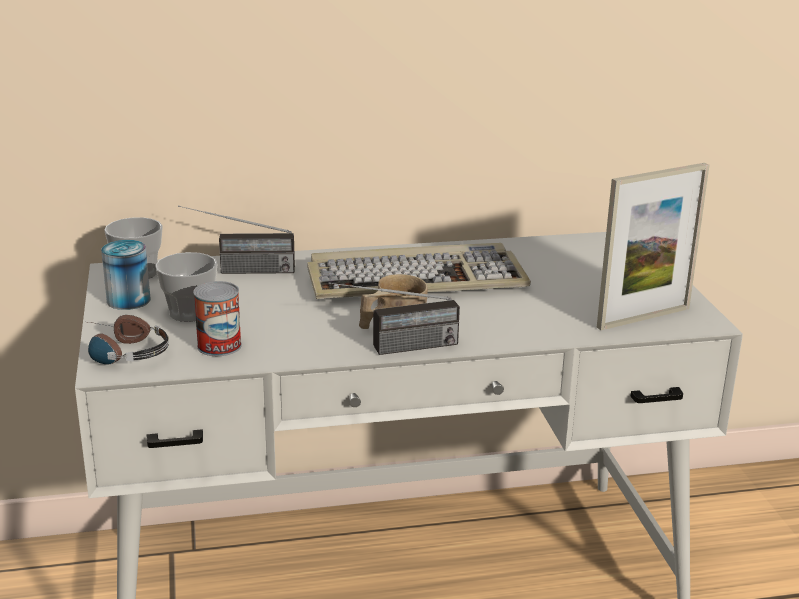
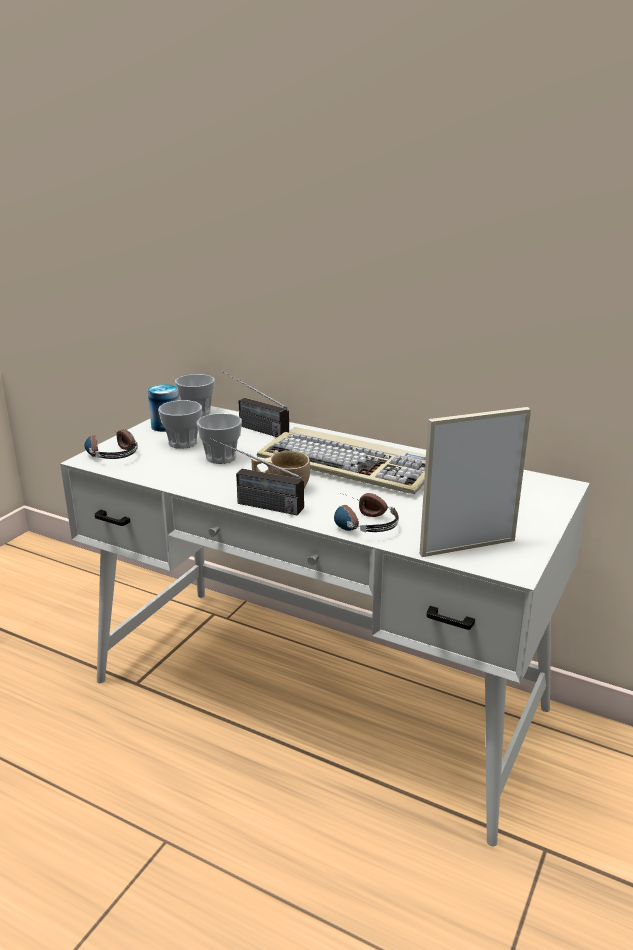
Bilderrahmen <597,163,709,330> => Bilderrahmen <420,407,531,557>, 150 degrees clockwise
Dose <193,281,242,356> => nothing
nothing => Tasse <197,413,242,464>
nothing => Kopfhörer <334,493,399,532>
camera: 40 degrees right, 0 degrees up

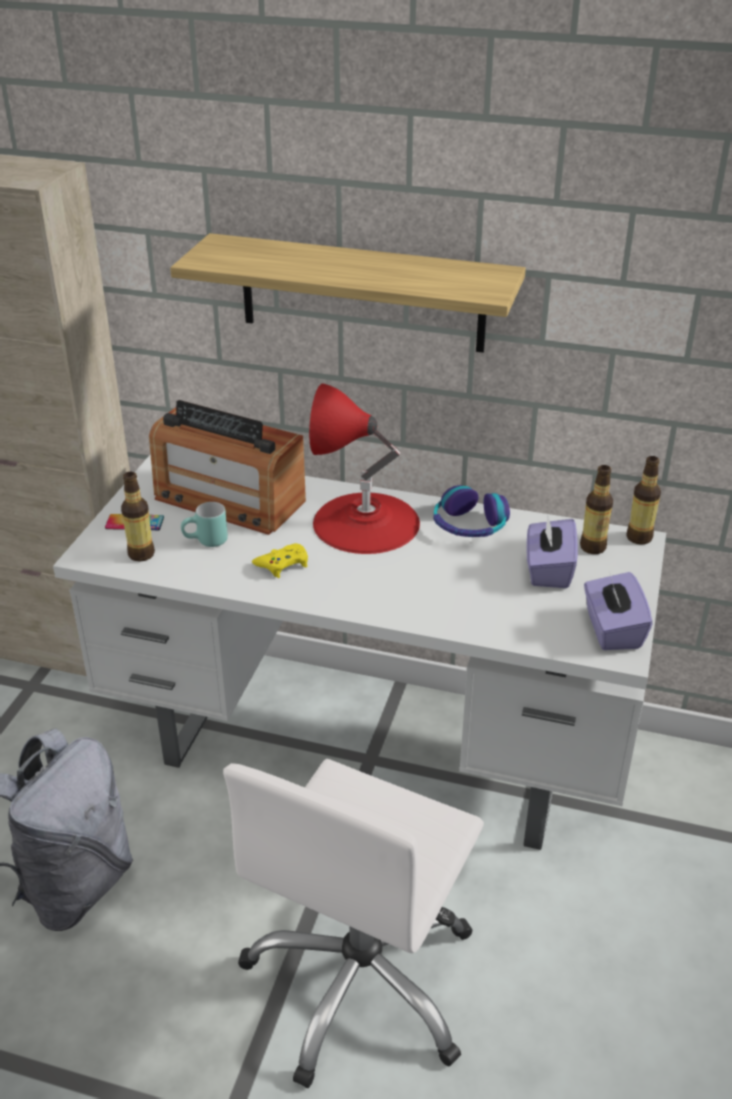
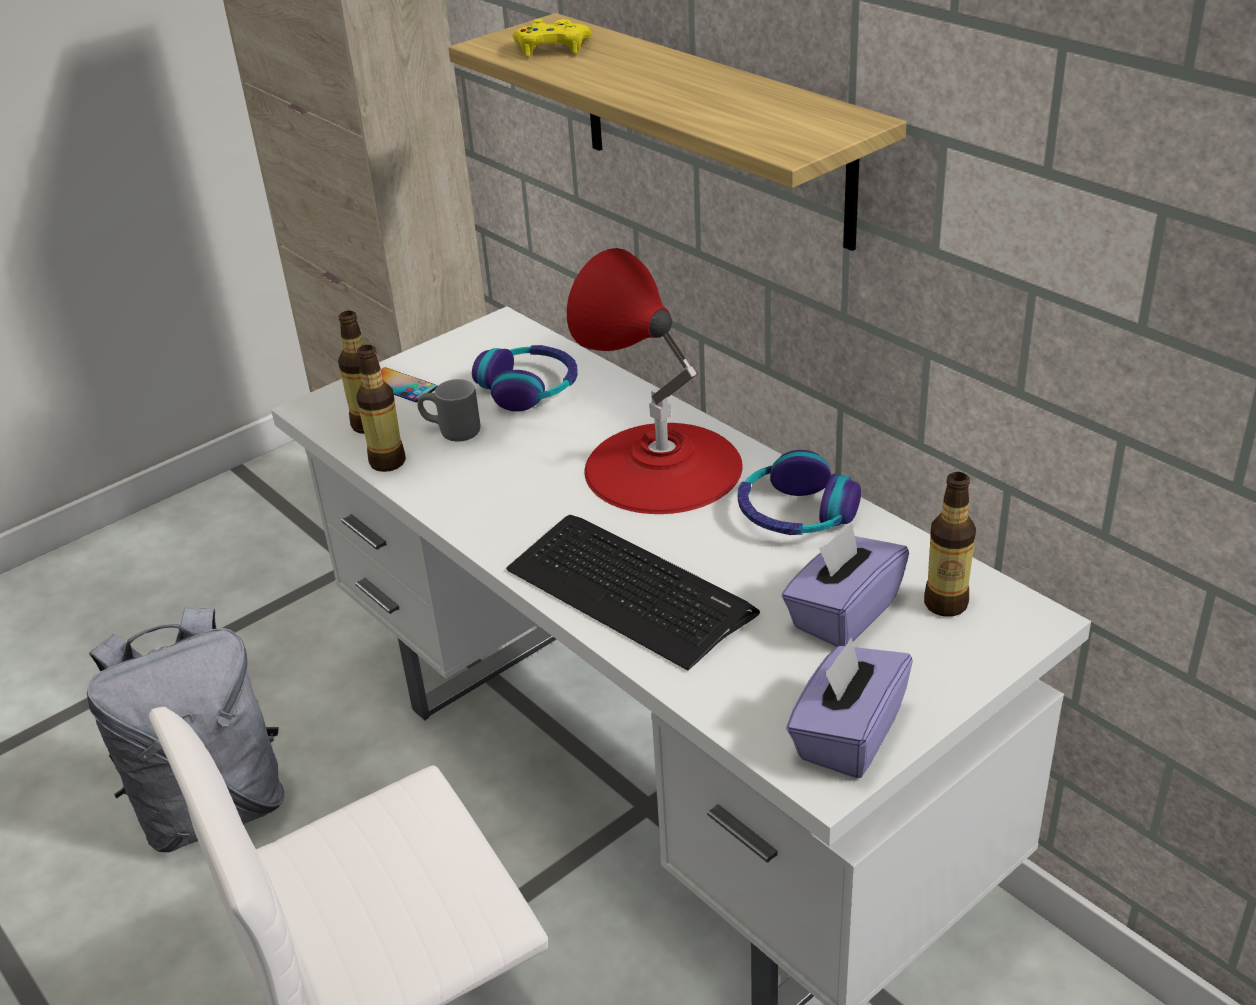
Radio <149,400,306,535> => Kopfhörer <472,345,578,412>
Flasche <626,456,661,545> => Flasche <356,345,406,472>, shifted
Henkelbecher/türkis <181,502,228,547> => Henkelbecher/grau <417,379,481,442>
Gamepad/gelb <252,543,308,578> => Gamepad/gelb <513,19,592,57>, shifted
nothing => Tastatur <506,515,760,670>
camera: 35 degrees right, 0 degrees up

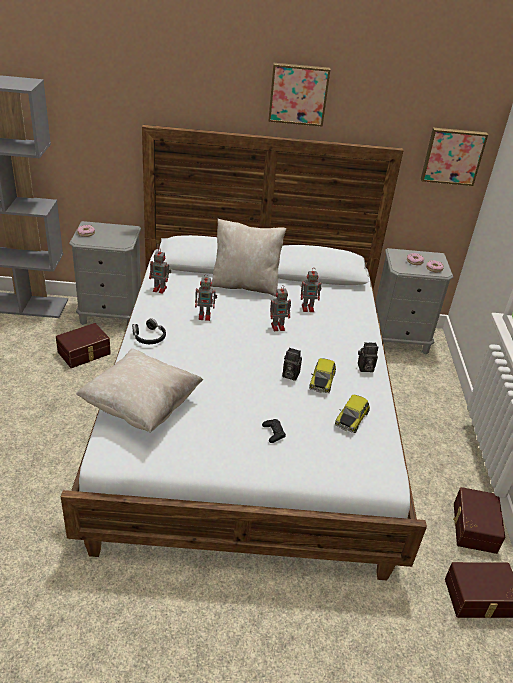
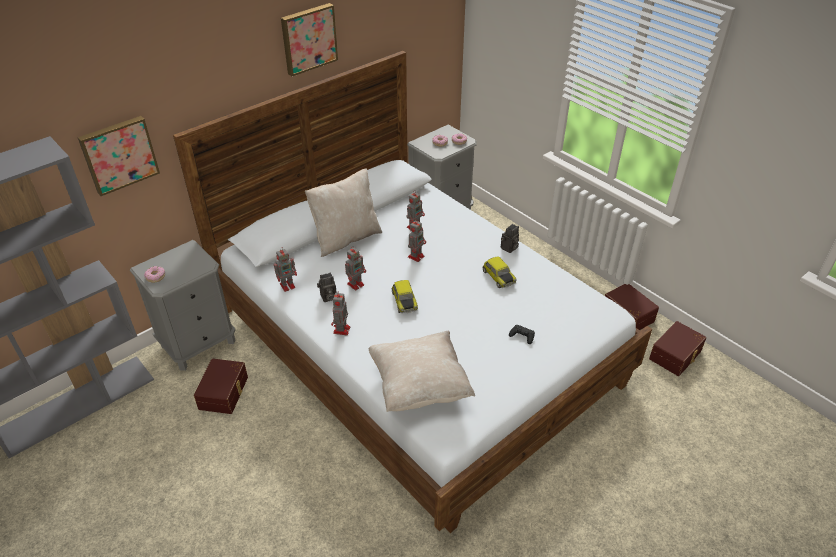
Bild <421,128,488,186> => Bild <78,116,160,196>, shifted
Kopfhörer/schwarz <132,318,166,344> => Spielzeugroboter <331,291,350,335>
Kamera <282,348,302,381> => Kamera <317,272,337,302>, shifted
Spielzeugauto <335,395,370,433> => Spielzeugauto <391,280,418,313>, shifted
camera: 40 degrees left, 5 degrees up

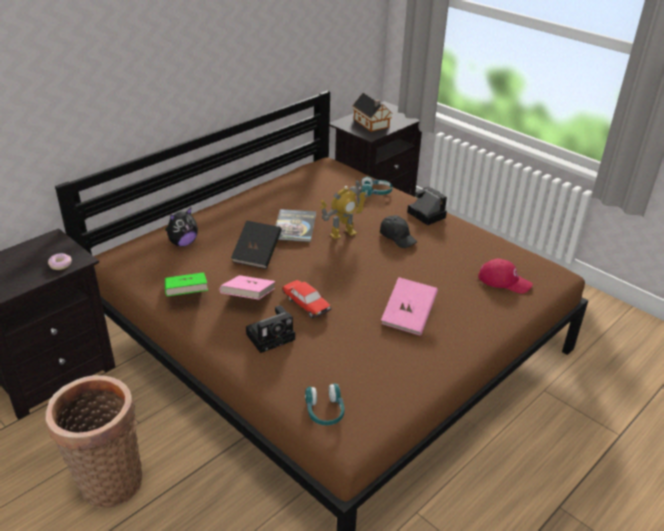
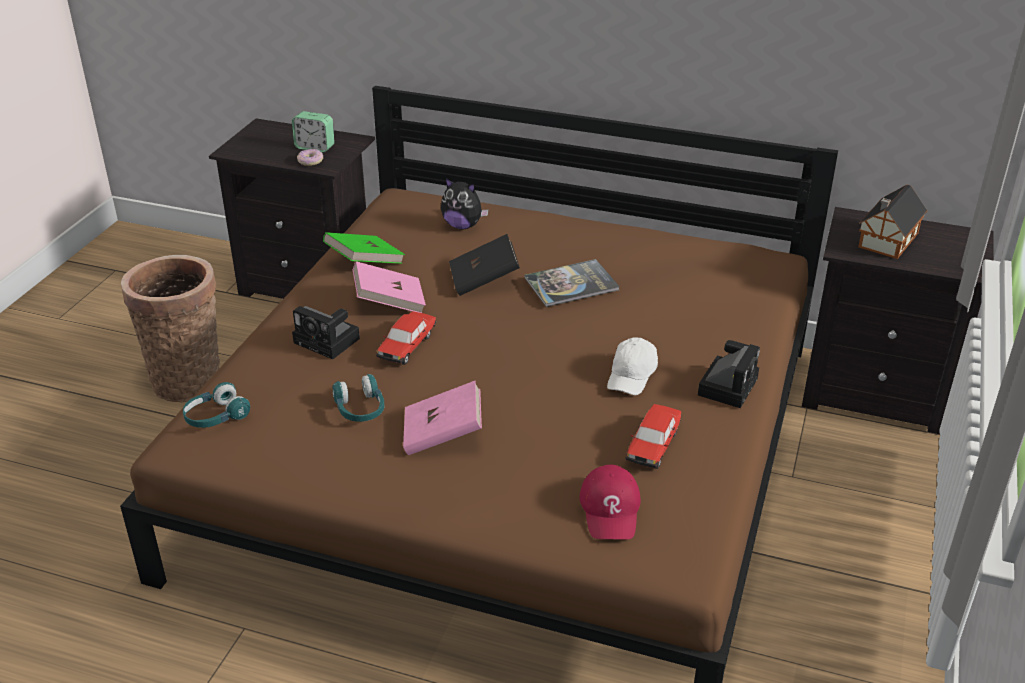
Kopfhörer/türkis <360,177,393,196> => Kopfhörer/türkis <333,374,384,422>, shifted
Spielzeugroboter <320,179,368,239> => nothing
Kappe/schwarz <380,215,417,248> => Kappe/weiß <607,337,658,395>
nothing => Wecker <292,111,335,152>
nothing => Spielzeugauto <626,404,681,469>
camera: 65 degrees right, 0 degrees up

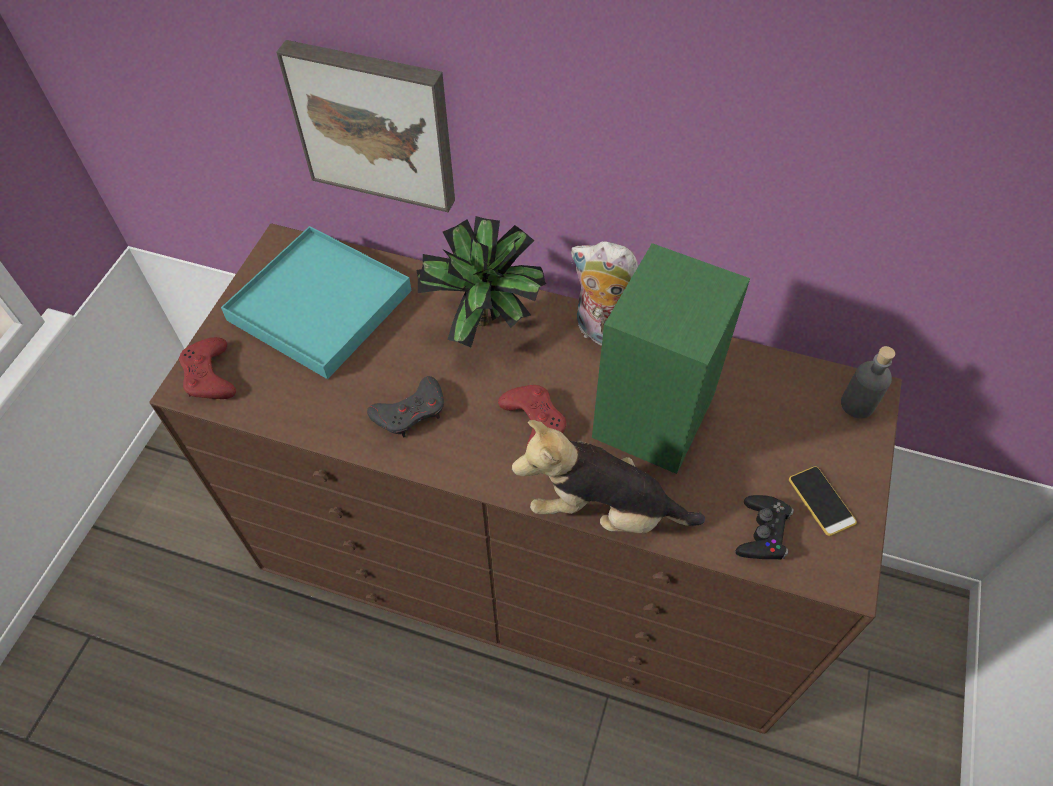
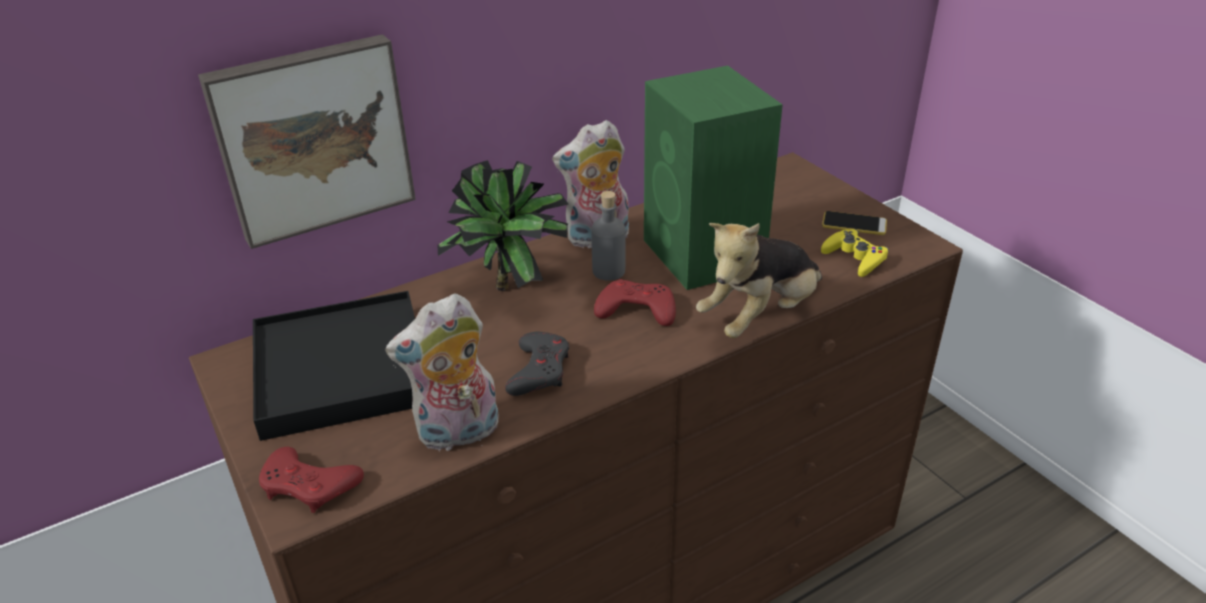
Tablett/türkis <221,226,412,379> => Tablett/schwarz <253,291,415,441>
Flasche/grau <841,346,895,418> => Flasche/grau <591,191,626,281>, shifted
Gamepad/schwarz <735,495,794,560> => Gamepad/gelb <821,229,889,277>
nothing => Plüschtier <385,293,499,451>
camera: 50 degrees left, 20 degrees down

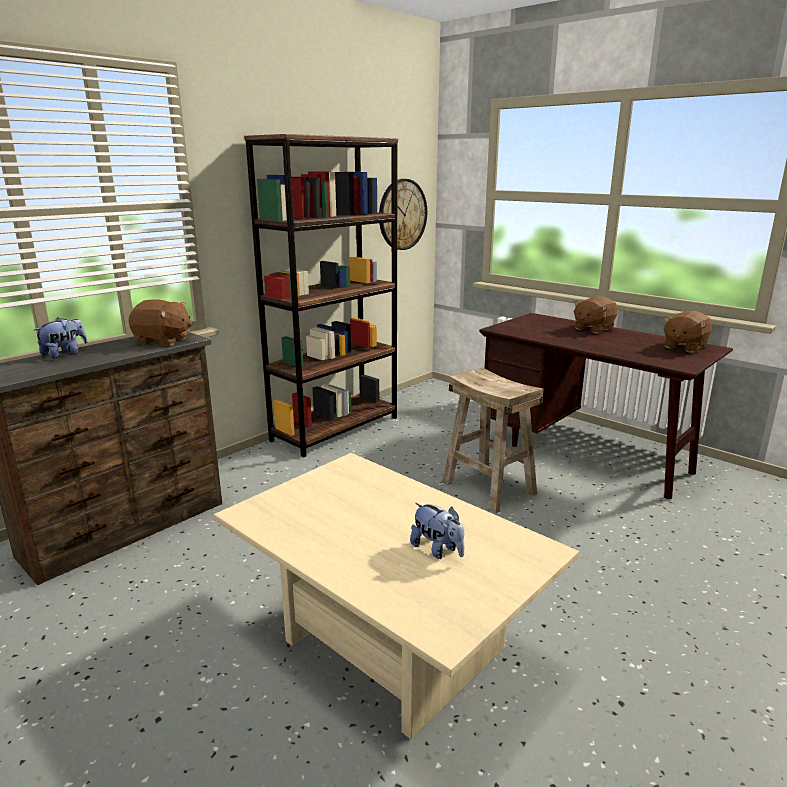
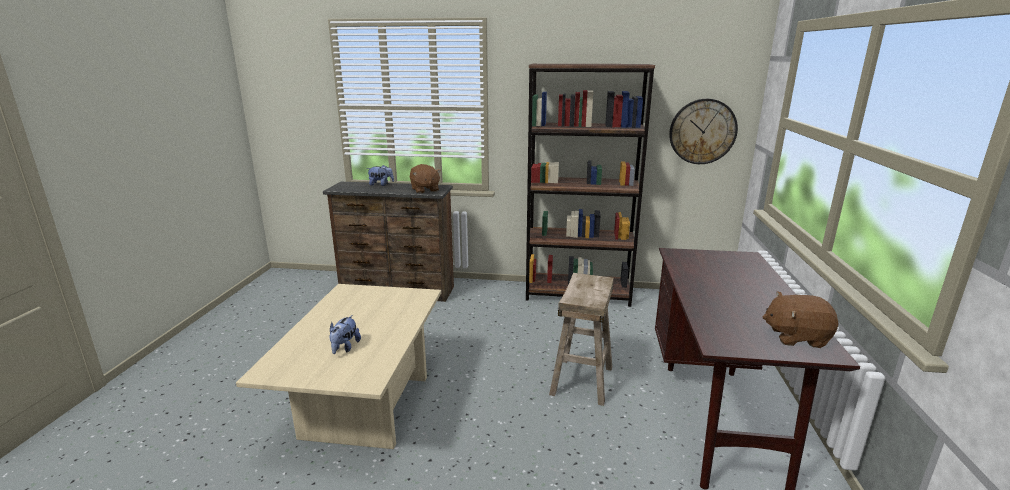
Plüschtier/braun <573,296,618,334> => nothing
camera: 55 degrees right, 0 degrees up

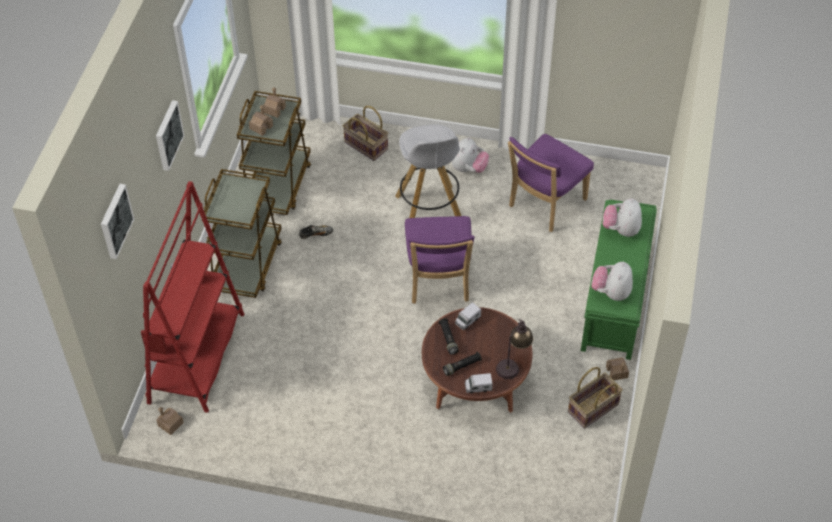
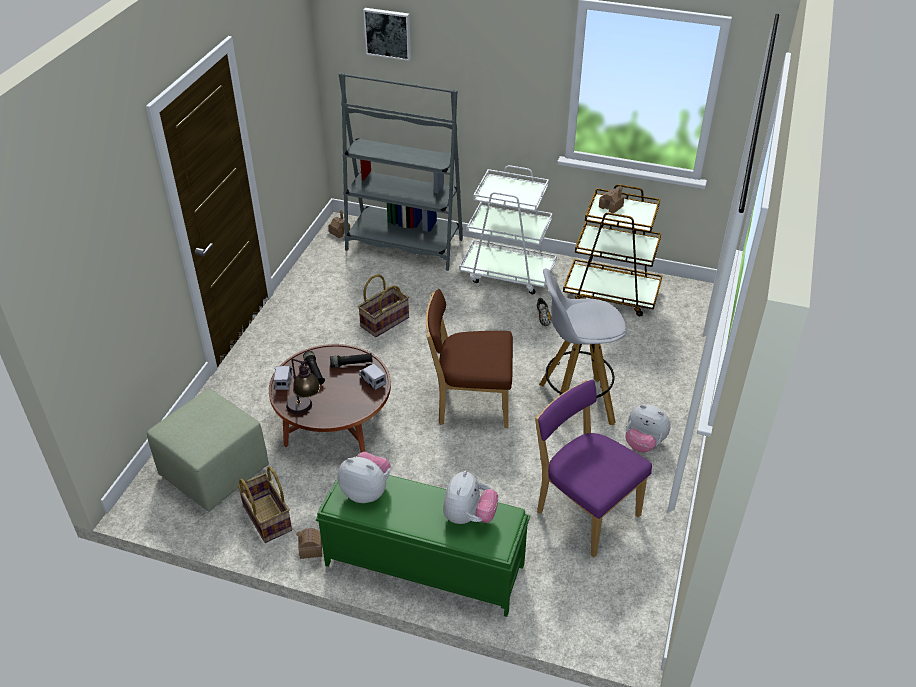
Spielzeughaus <263,87,286,118> => nothing
Bild <156,100,185,171> => nothing
Korb <343,106,388,161> => Korb <358,274,409,337>, shifted
Rollwagen/braun <204,169,282,298> => Rollwagen/weiß <459,165,557,294>
Bücherregal/rot <141,181,244,413> => Bücherregal/grau <339,72,463,271>
Plüschtier <603,198,642,237> => Plüschtier <443,470,498,524>, 90 degrees clockwise
Stuhl/lila <405,216,475,304> => Stuhl/braun <426,289,513,428>
nothing => Polsterhocker/grün <147,389,269,512>
camera: 95 degrees right, 10 degrees down

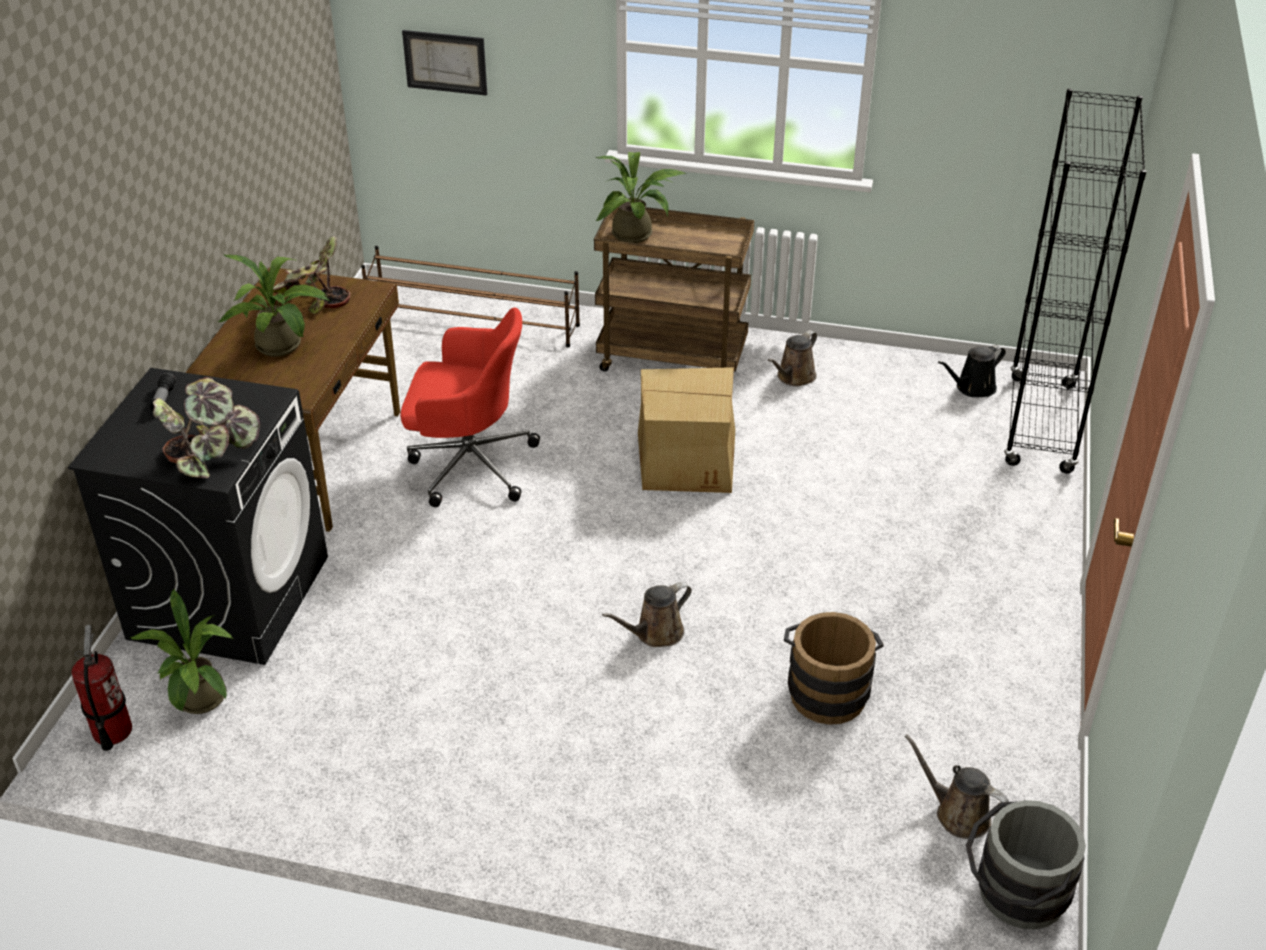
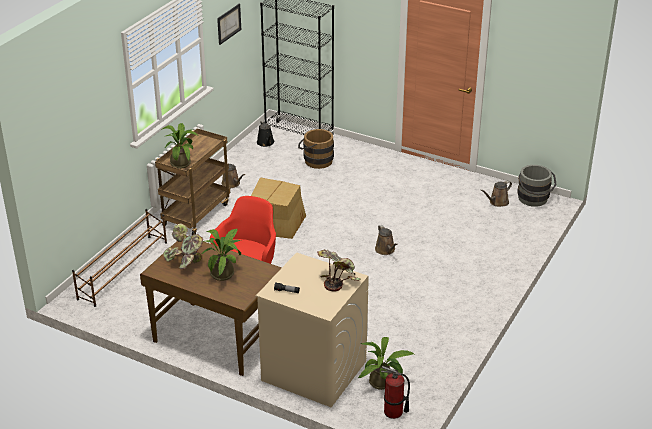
Bild <402,30,487,96> => Bild <217,4,241,45>, shifted
Waschmaschine/schwarz <68,368,328,665> => Waschmaschine/beige <256,253,369,407>
Eimer/braun <784,612,884,725> => Eimer/braun <298,129,334,169>, shifted
camera: 75 degrees left, 5 degrees down

